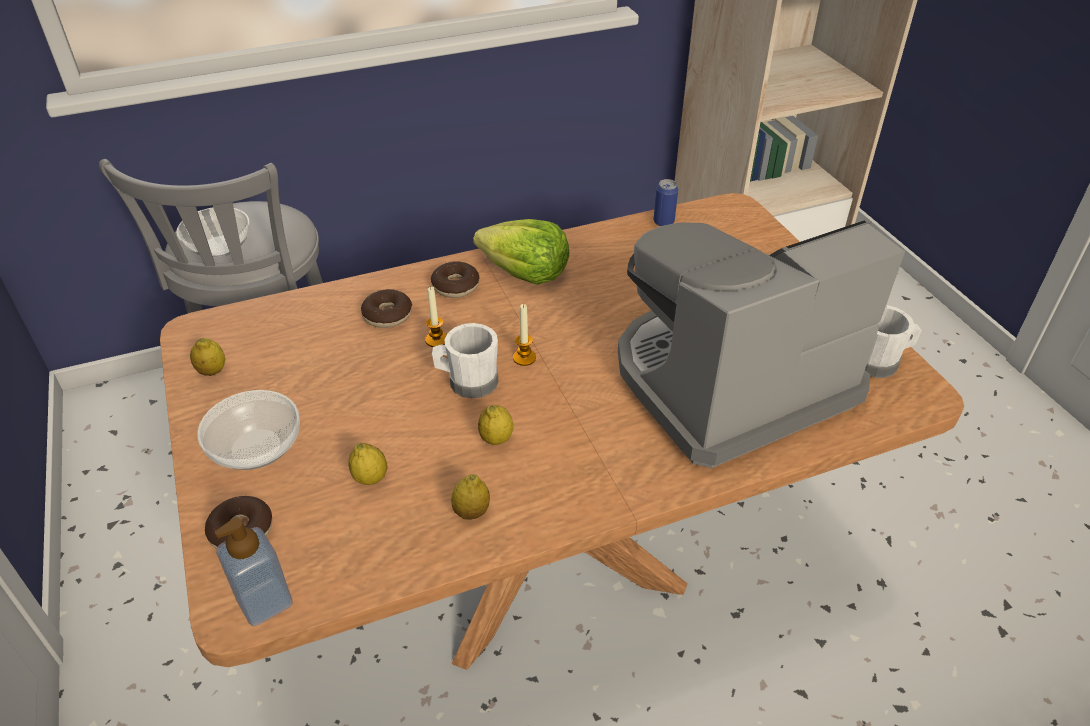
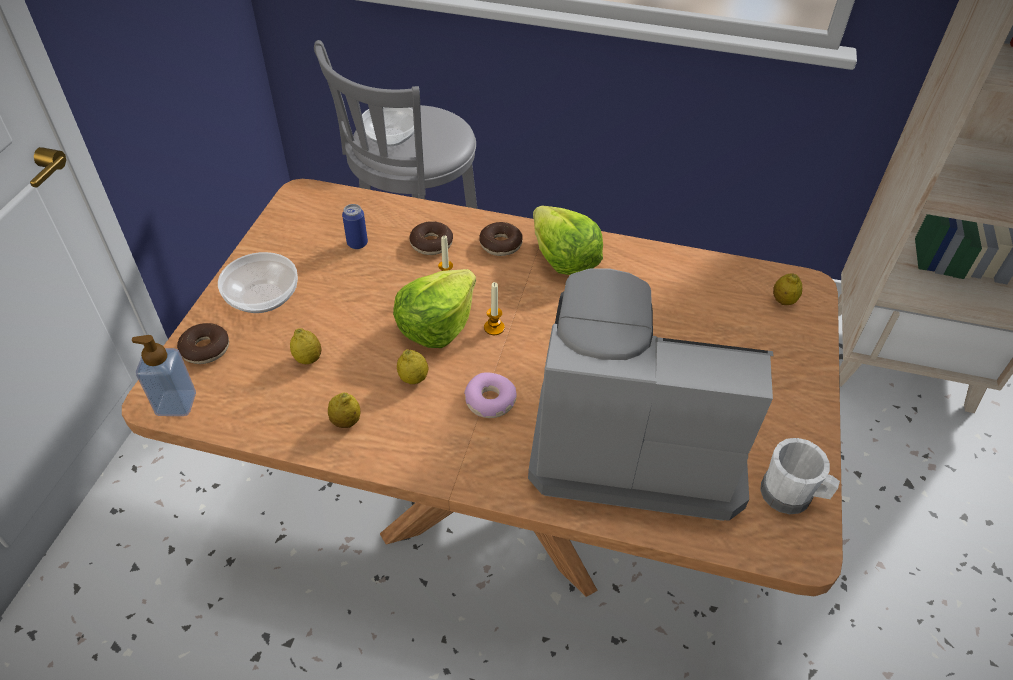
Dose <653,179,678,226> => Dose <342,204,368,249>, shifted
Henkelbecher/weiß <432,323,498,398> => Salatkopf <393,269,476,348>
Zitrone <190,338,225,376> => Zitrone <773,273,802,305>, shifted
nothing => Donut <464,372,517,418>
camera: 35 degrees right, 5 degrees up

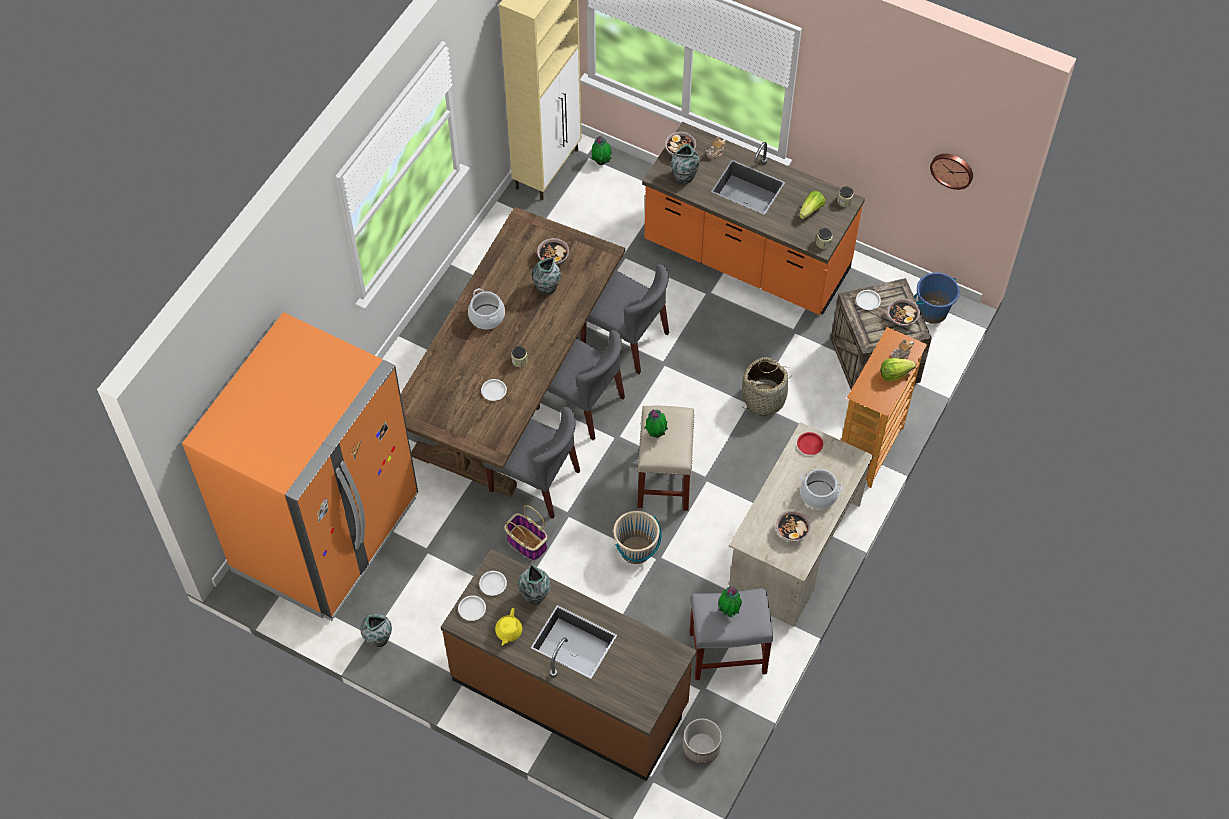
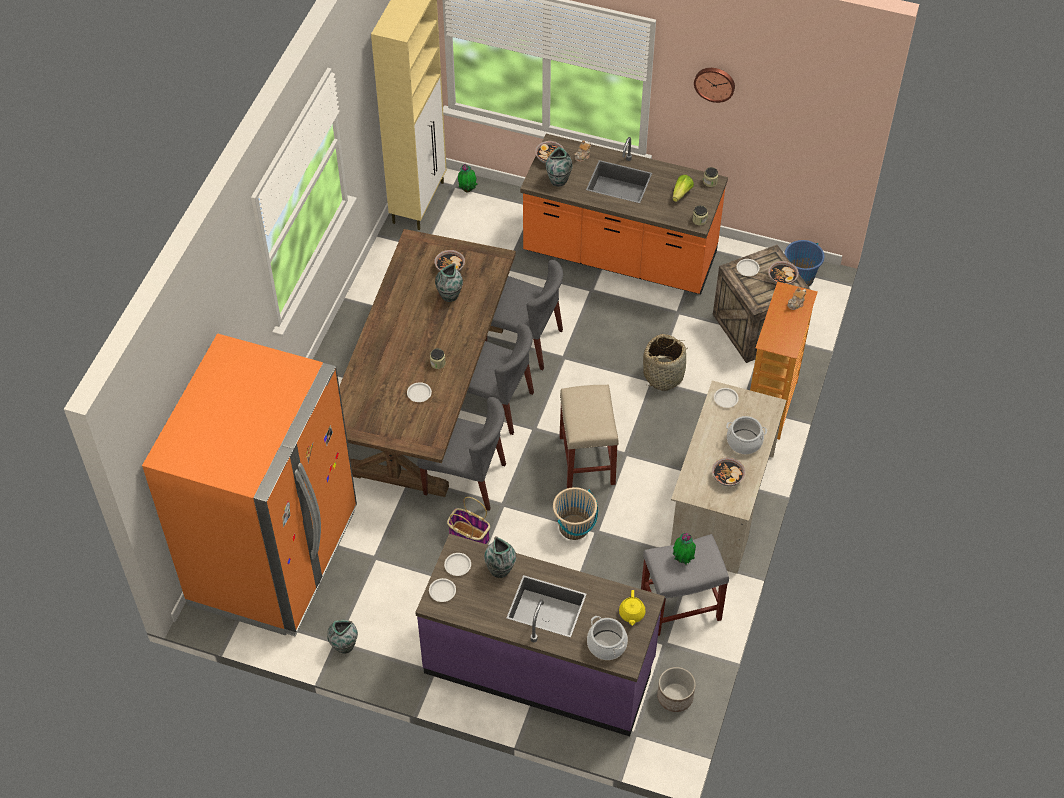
Wanduhr <930,154,973,190> => Wanduhr <694,68,735,103>, shifted
Kochtopf <468,288,505,329> => Kochtopf <587,616,628,660>, shifted
Salatkopf <881,358,916,381> => nothing
Topfpflanze <644,410,668,438> => nothing
Teller/rot <797,432,823,455> => Teller/weiß <714,388,739,408>
Küchenzeile/braun <441,549,696,781> => Küchenzeile/lila <415,534,665,736>
Teekanne/gelb <495,608,522,645> => Teekanne/gelb <619,590,646,626>, shifted
camera: 10 degrees left, 5 degrees down

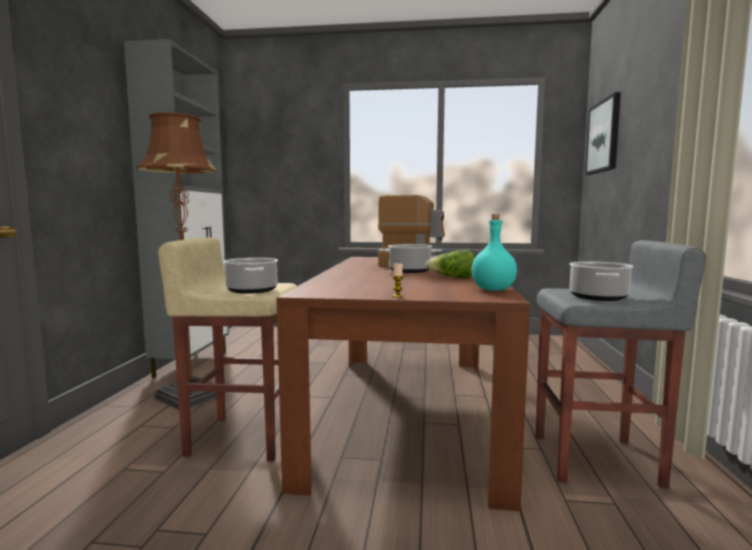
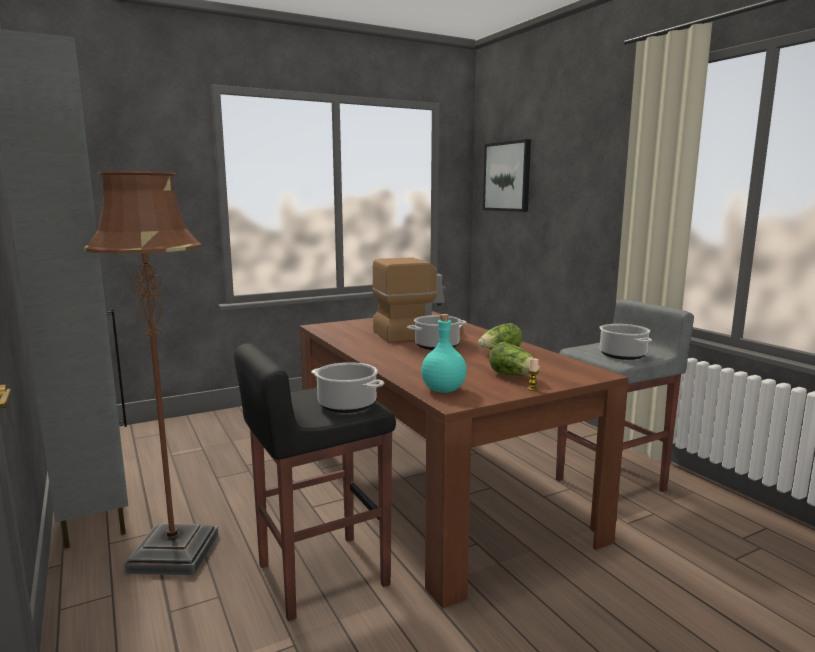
Flasche/türkis <472,214,517,291> => Flasche/türkis <421,314,467,393>, shifted
Hocker/beige <158,237,297,462> => Hocker/schwarz <234,343,396,621>
nothing => Salatkopf <489,342,540,375>
camera: 35 degrees left, 5 degrees up

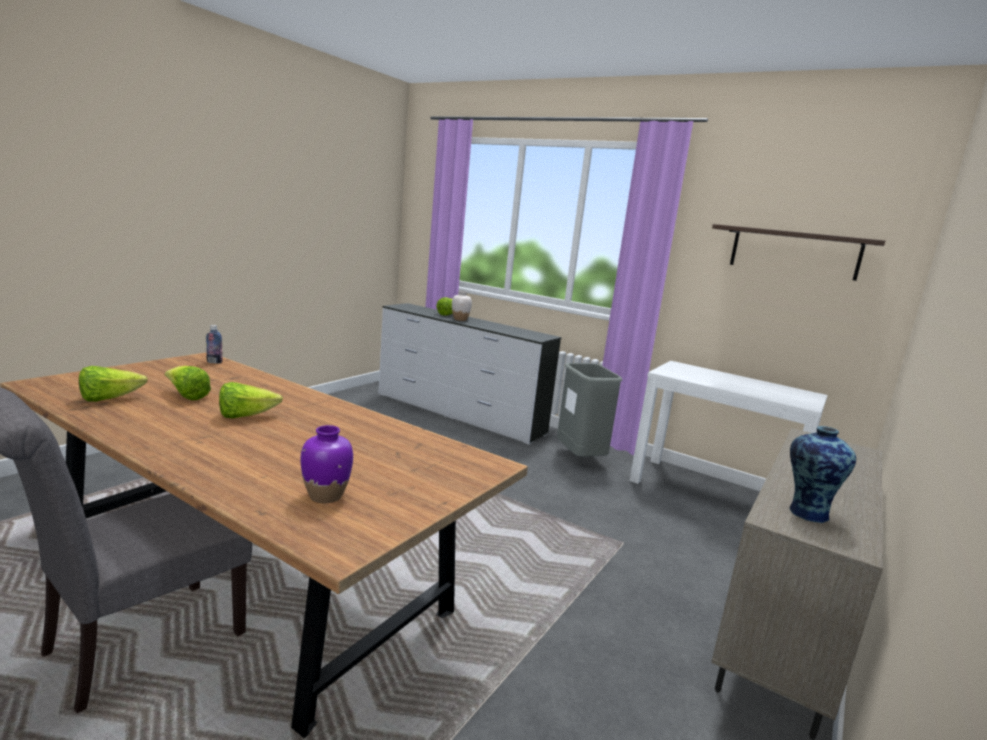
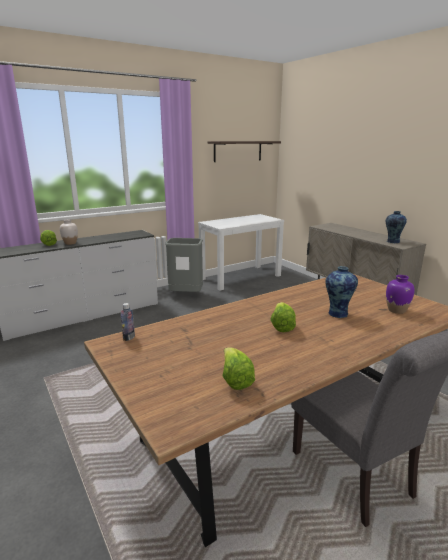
Salatkopf <165,366,211,400> => nothing
nothing => Vase <325,266,358,318>
camera: 65 degrees left, 5 degrees up

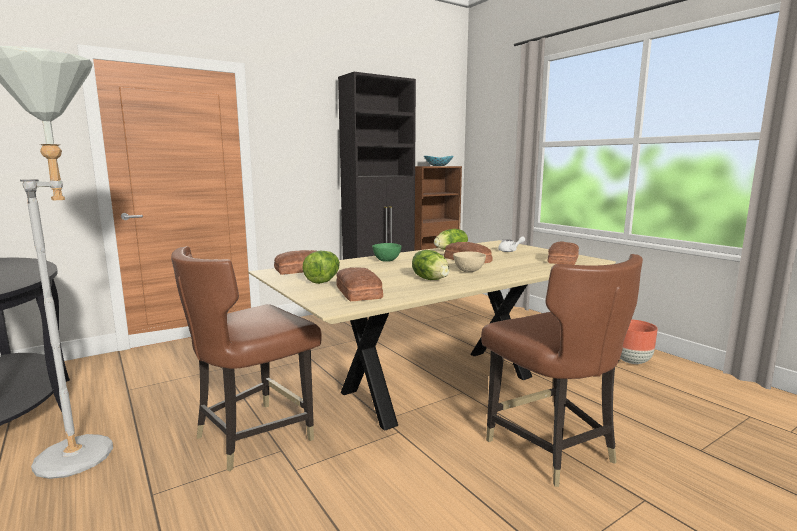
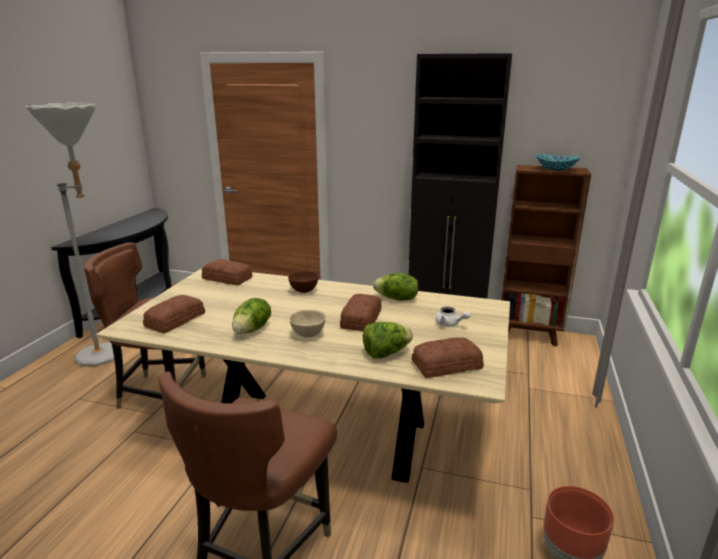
Schüssel/grün <372,243,402,262> => Schüssel/braun <288,271,318,293>
Salatkopf <303,251,340,284> => Salatkopf <363,322,413,359>, shifted
camera: 50 degrees right, 10 degrees up

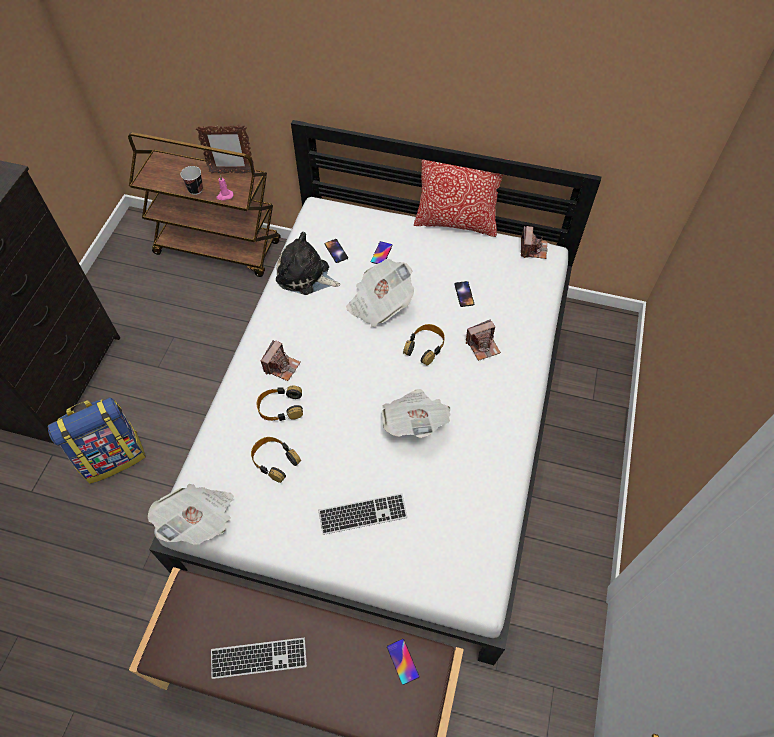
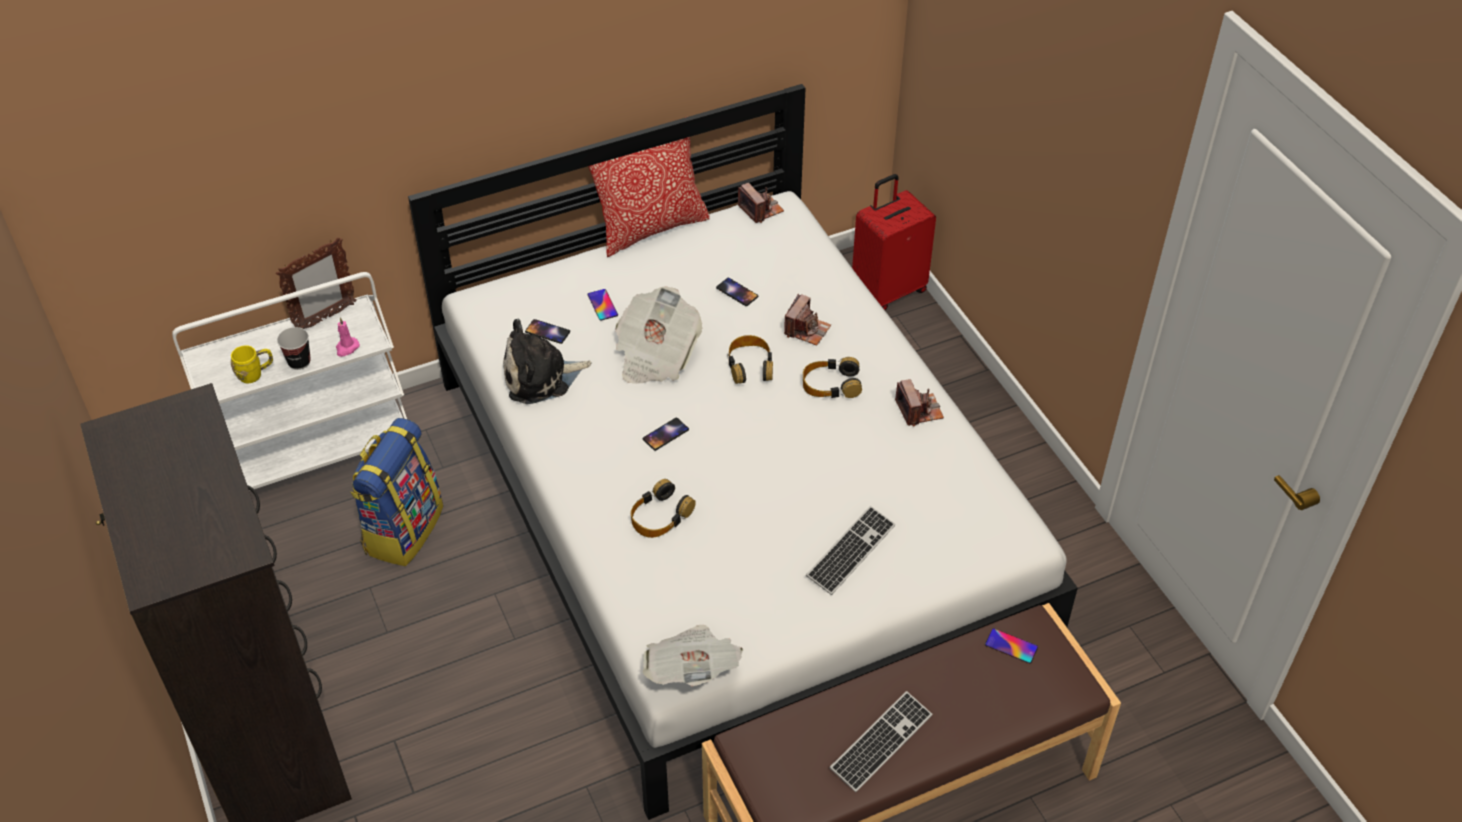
Rollwagen/braun <128,132,281,277> => Rollwagen/weiß <172,272,407,491>
Kamera <261,340,301,381> => Kamera <895,379,944,427>, shifted
Zeitung <382,389,451,438> => nothing
Rucksack <48,397,146,484> => Rucksack <350,418,443,566>, shifted
Kopfhörer <251,437,301,483> => Kopfhörer <803,357,862,398>, shifted
nothing => Koffer/rot <852,174,936,310>
nothing => Henkelbecher/gelb <230,345,273,383>
nothing => Handy <643,418,689,451>
camera: 40 degrees left, 10 degrees down

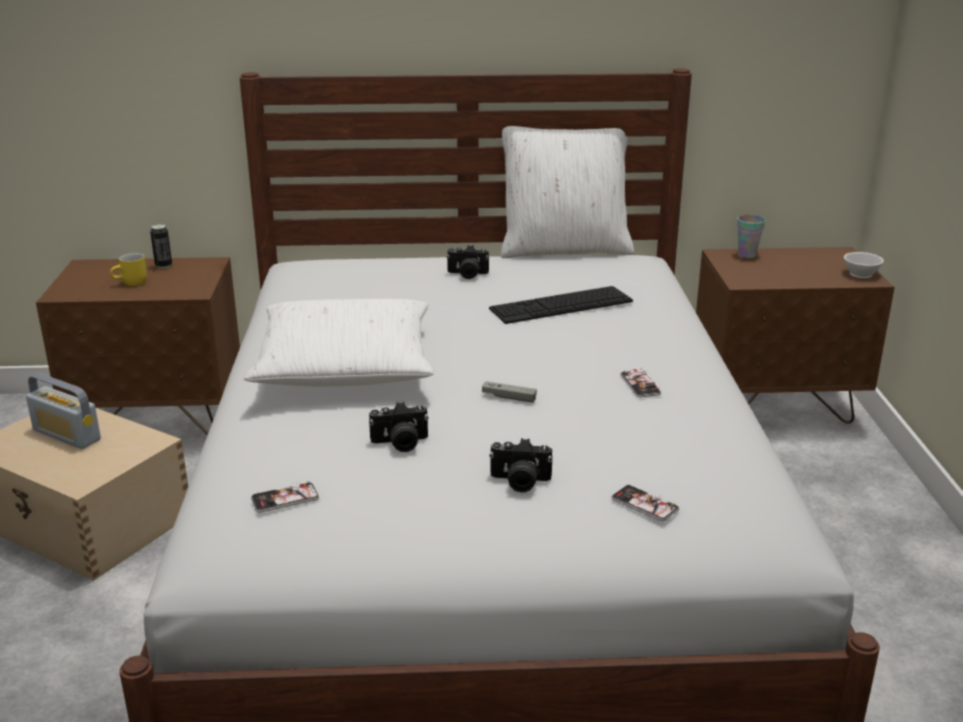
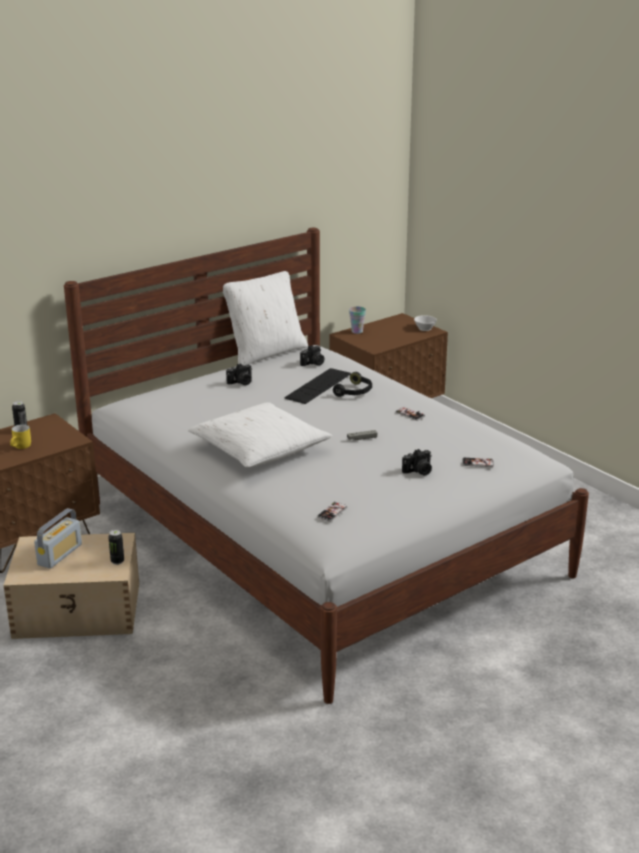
Radio <26,373,101,449> => Radio <34,508,82,569>, 60 degrees counterclockwise
Kamera <369,402,429,452> => Kamera <300,345,324,366>, shifted
nothing => Kopfhörer/schwarz <333,372,372,397>
nothing => Dose <108,530,124,565>
camera: 35 degrees left, 0 degrees up

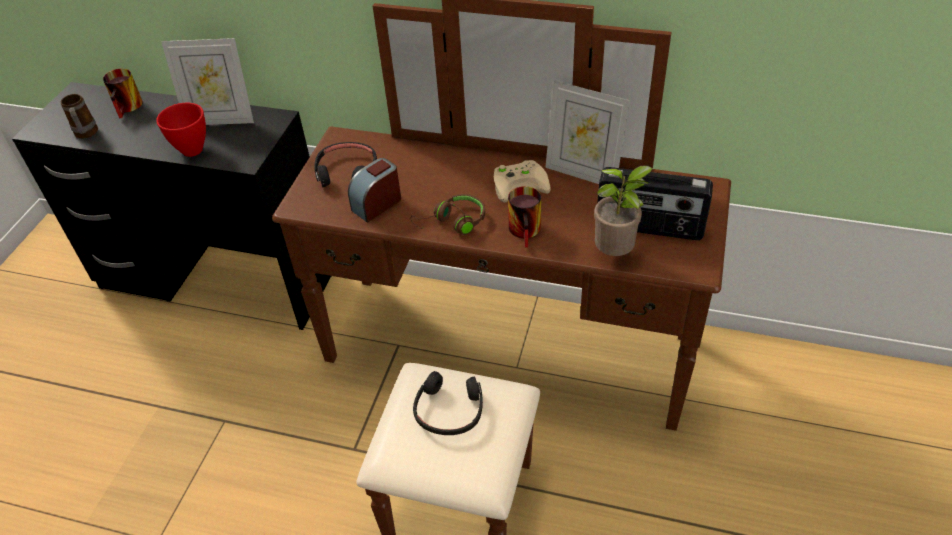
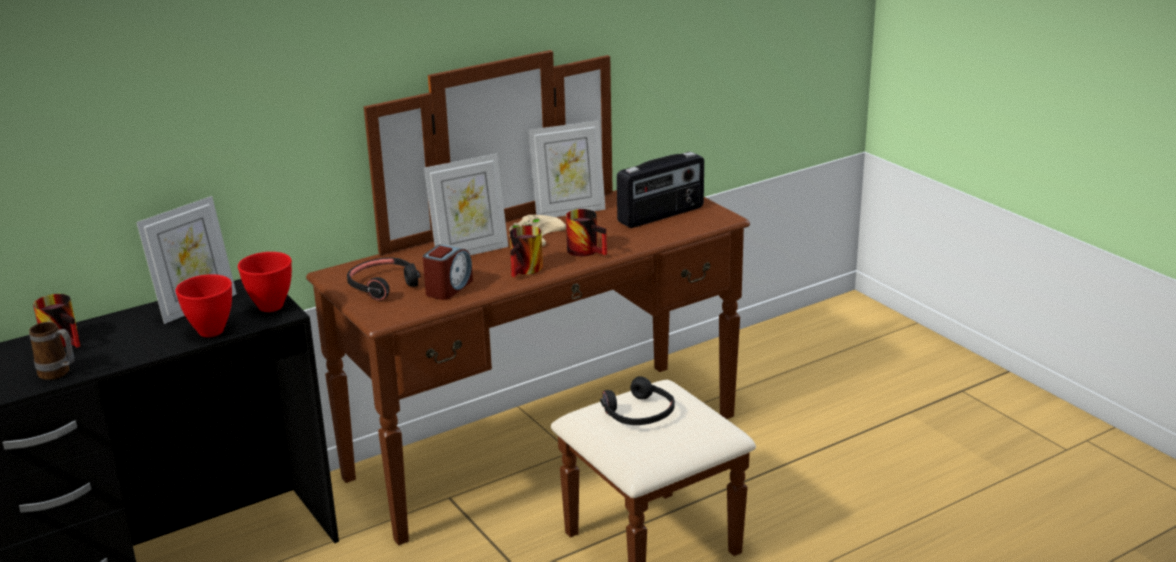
Wecker <348,158,401,223> => Wecker <423,244,473,300>, 150 degrees counterclockwise
Topfpflanze <594,166,653,256> => nothing
Kopfhörer/braun <410,194,485,235> => Henkelbecher <510,225,543,277>
nothing => Bilderrahmen <424,154,508,255>
nothing => Schüssel/rot <238,252,292,312>
camera: 50 degrees left, 20 degrees down

